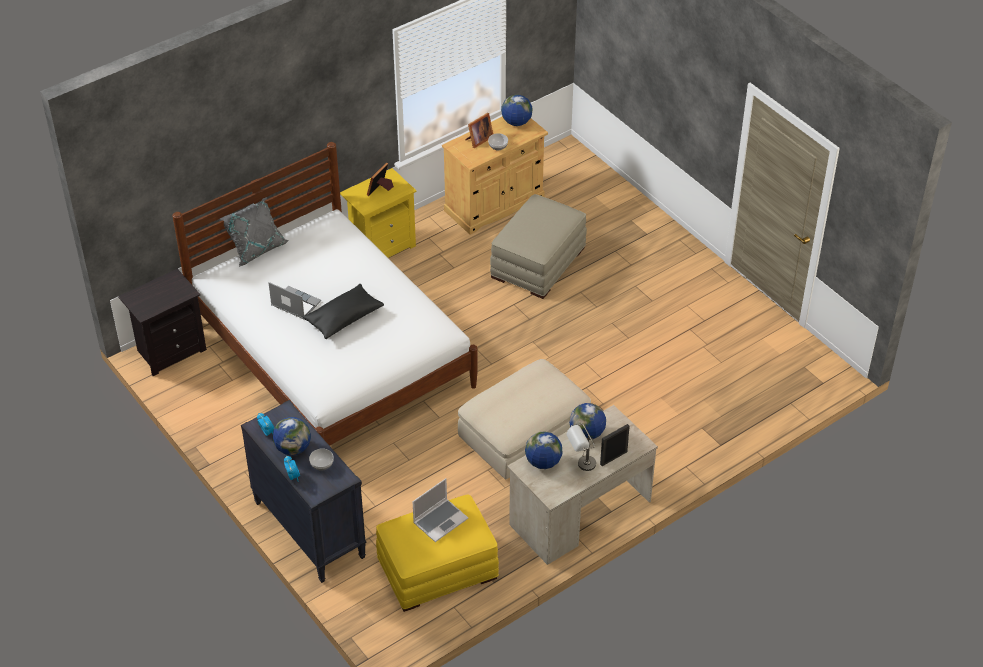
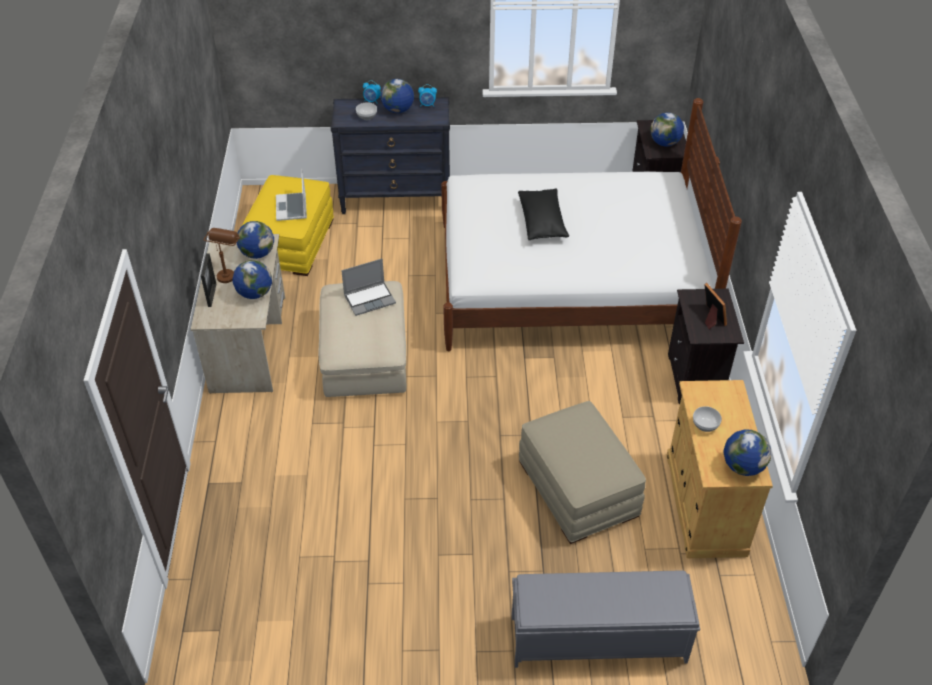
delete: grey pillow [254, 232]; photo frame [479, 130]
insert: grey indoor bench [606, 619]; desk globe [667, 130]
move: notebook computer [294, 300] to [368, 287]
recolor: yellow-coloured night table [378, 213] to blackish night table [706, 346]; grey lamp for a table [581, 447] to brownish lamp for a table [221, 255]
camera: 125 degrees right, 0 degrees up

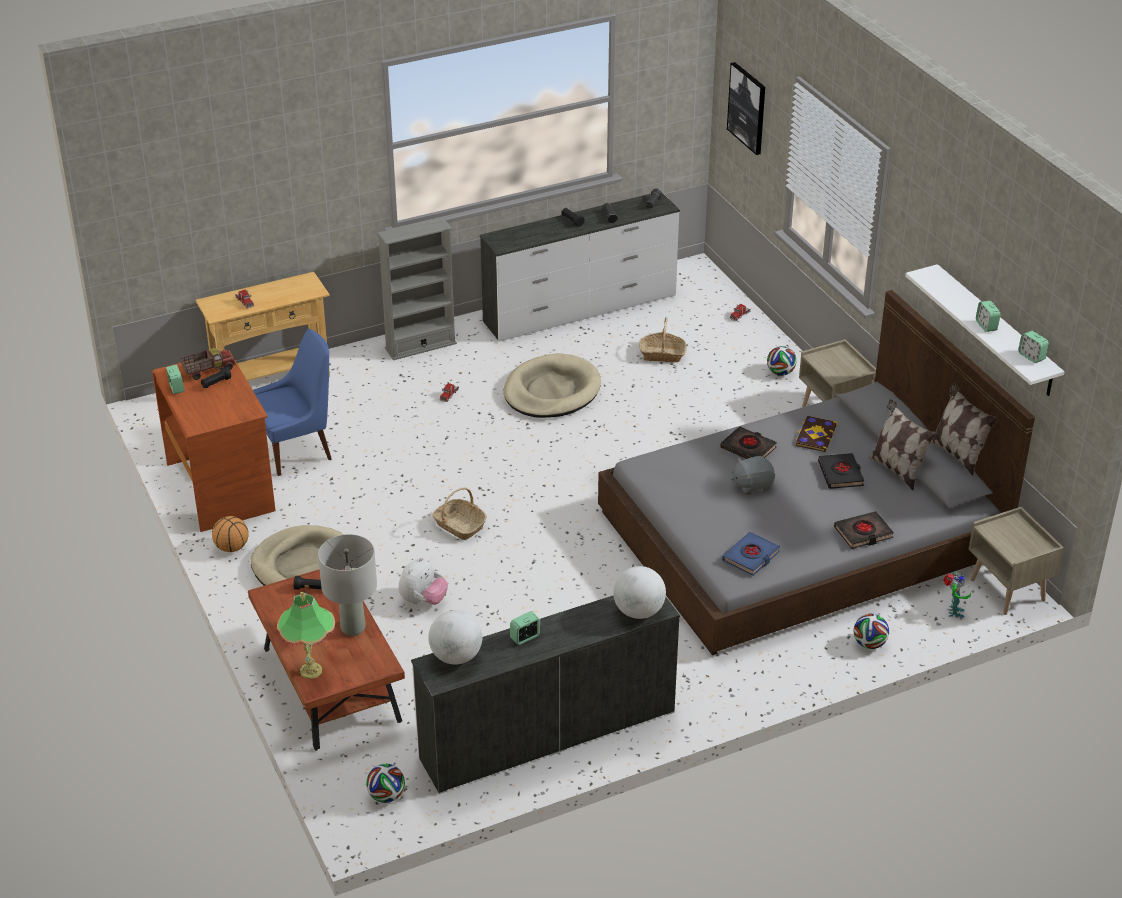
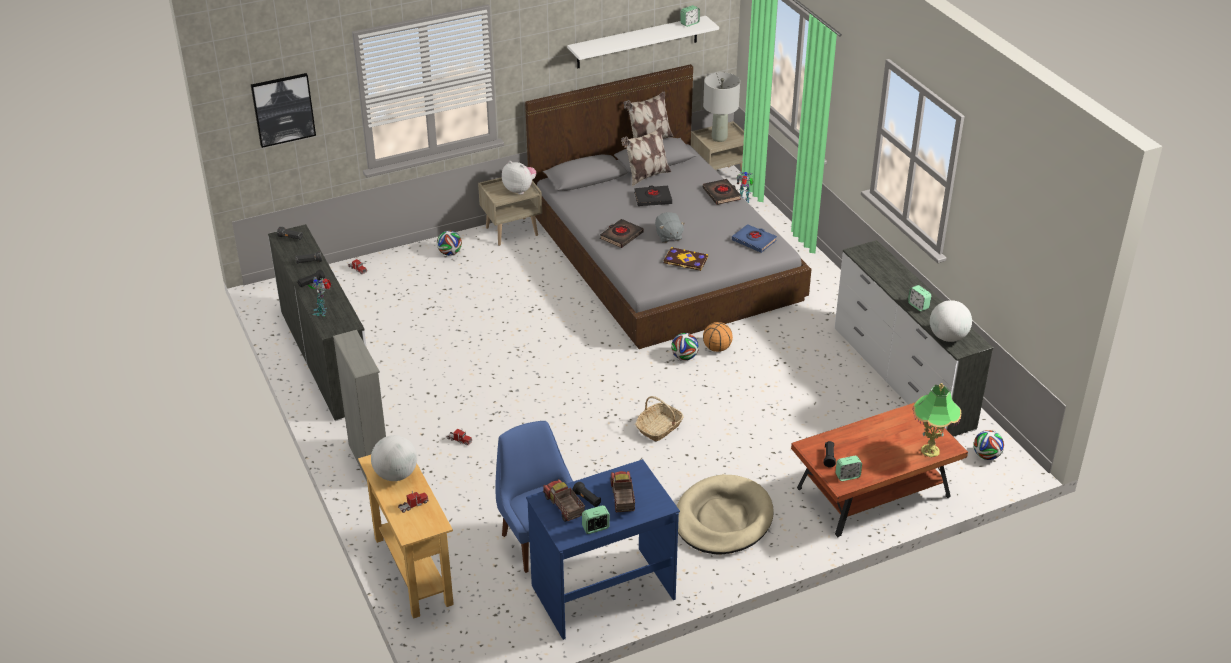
delete: beige pet bed [552, 386]; basket [663, 339]
insert: toy robot [319, 296]; toy lorry [622, 491]
move: basketball ball [230, 534] to [718, 337]; grey lamp for a table [347, 585] to [721, 107]; soft toy [423, 581] to [519, 178]; desk globe [639, 592] to [394, 458]; book [816, 434] to [685, 259]; football ball [871, 631] to [685, 346]; alarm clock [988, 316] to [849, 468]
recolor: brownish desk unit [214, 441] to blue-coloured desk unit [603, 549]
camera: 90 degrees left, 0 degrees up

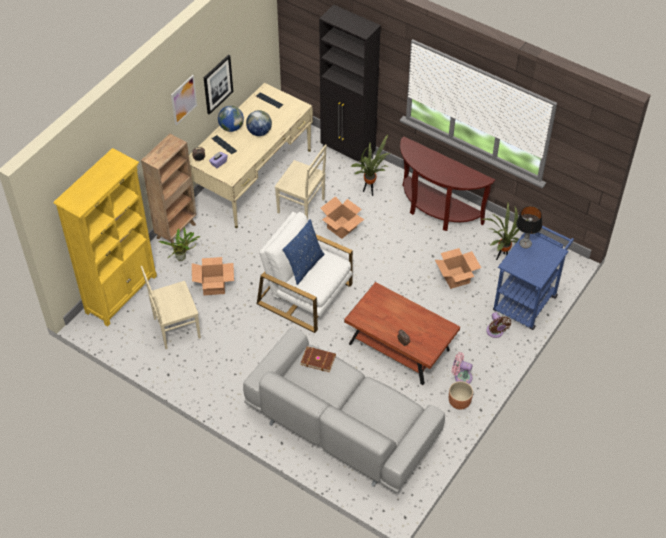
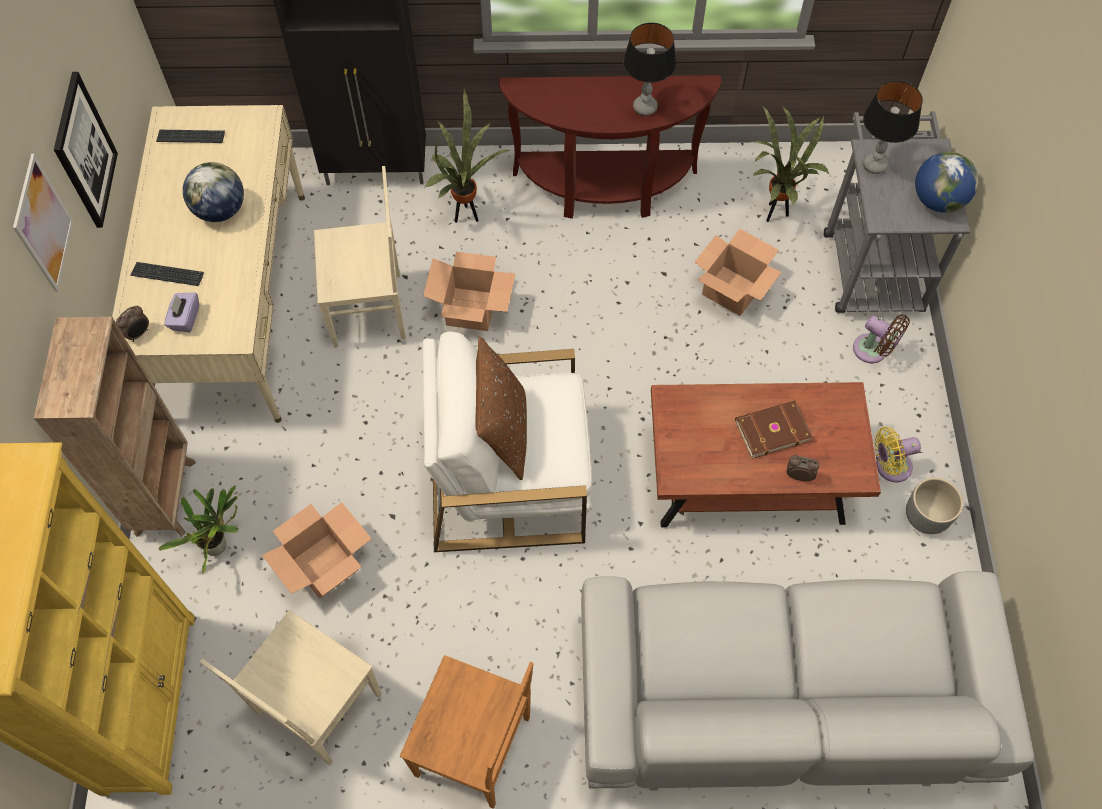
insert: brownish chair [467, 732]; lamp for a table [649, 69]
move: desk globe [231, 119] to [946, 182]; brownish book [318, 359] to [774, 429]
recolor: blue-coloured pillow [304, 252] to brownish pillow [501, 408]; brownish flower pot [461, 395] to grey flower pot [934, 506]; pinkish fan [462, 368] to yellow-coloured fan [898, 455]; blue-coloured wheeled cart [533, 278] to grey wheeled cart [897, 212]
camera: 35 degrees left, 10 degrees up

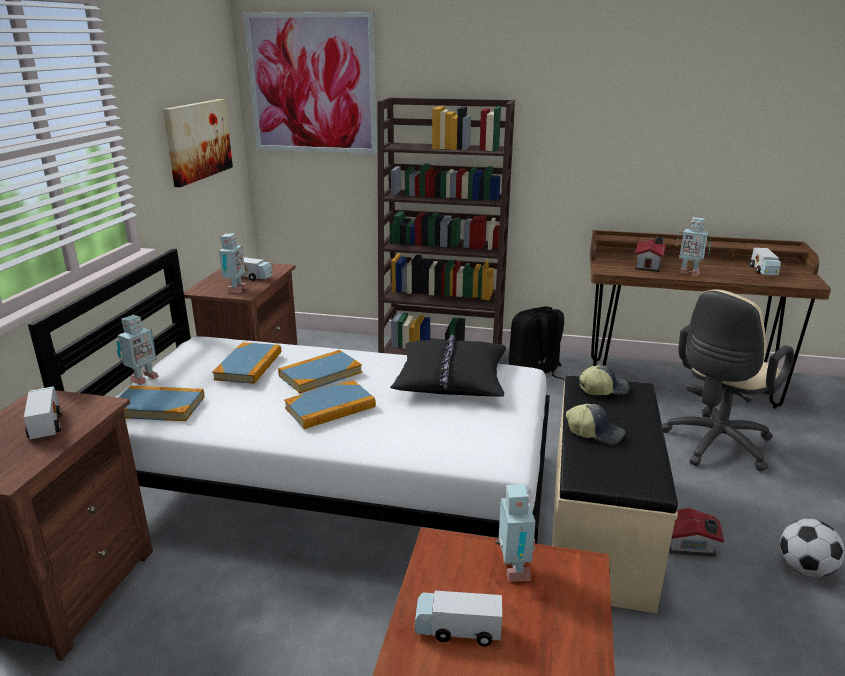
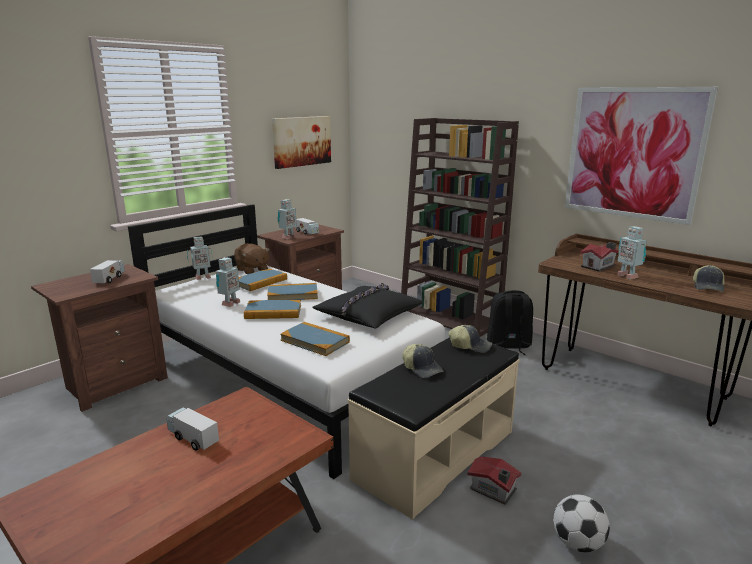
delete: beige office chair [728, 380]
insert: brownish soft toy [251, 258]
move: book [161, 403] to [315, 339]; wall art [310, 83] to [641, 156]; toy robot [515, 533] to [228, 282]
replace: toy lorry [765, 262] to cap [709, 278]
camera: 30 degrees right, 5 degrees down

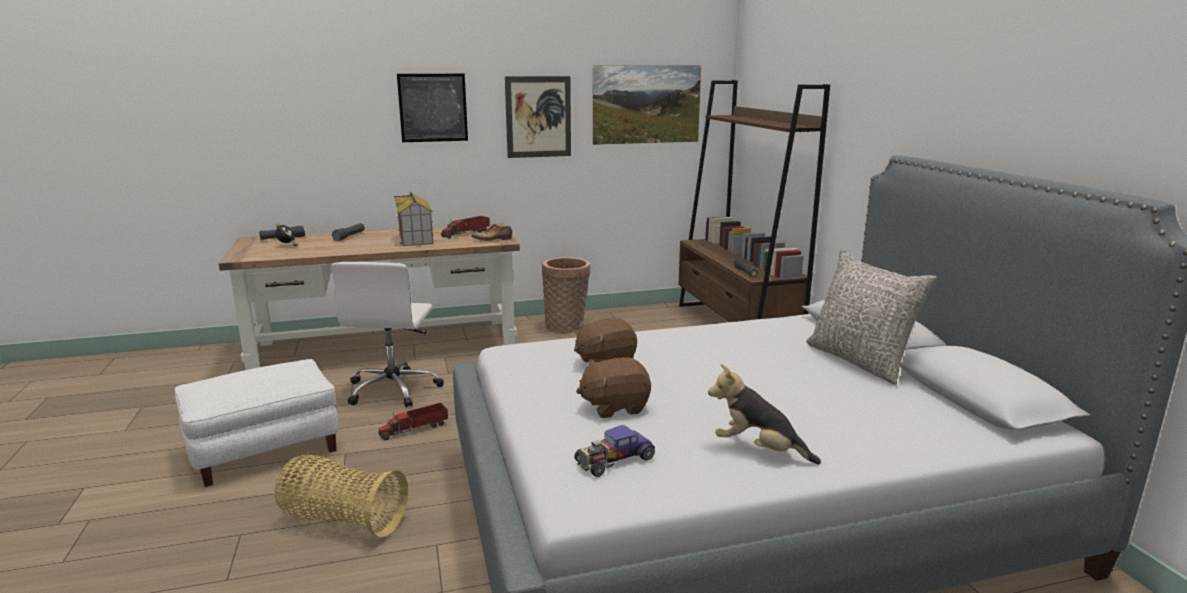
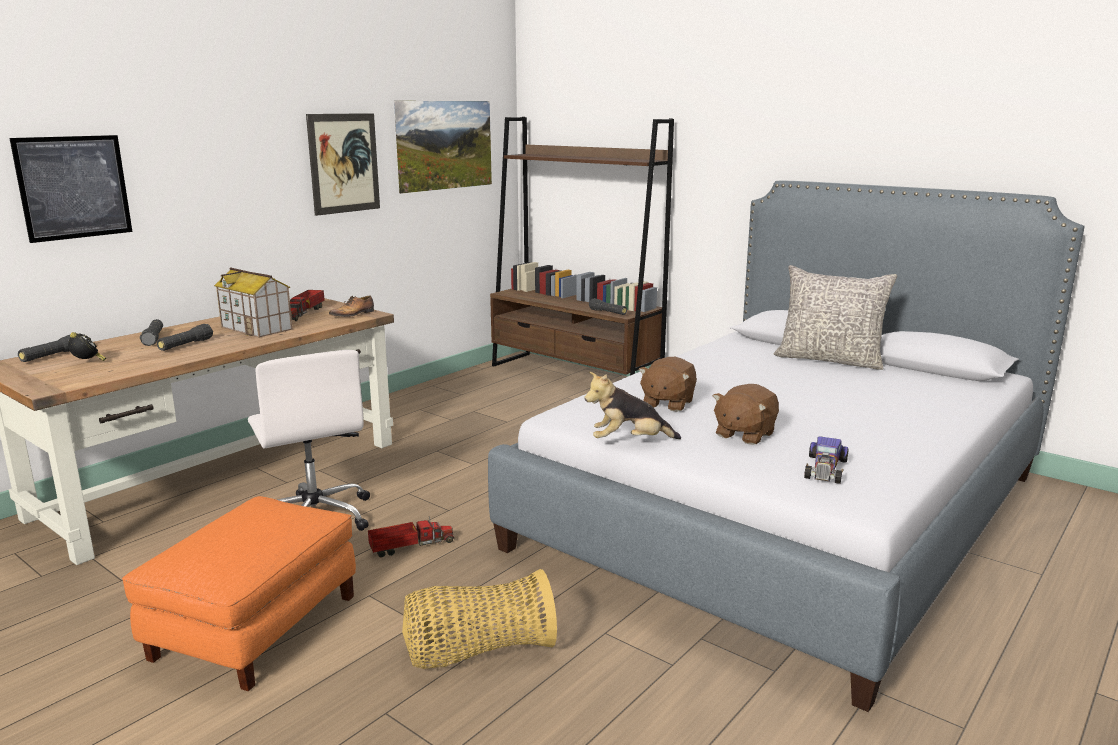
delete: basket [566, 295]
insert: blackish flashlight [185, 337]
move: wall art [432, 108] to [70, 189]; soft toy [764, 414] to [633, 405]
recolor: white-coloured ottoman [256, 423] to orange-coloured ottoman [239, 593]
rotate: toy lorry [413, 421] = [411, 537] 135 degrees counterclockwise
camera: 35 degrees left, 0 degrees up

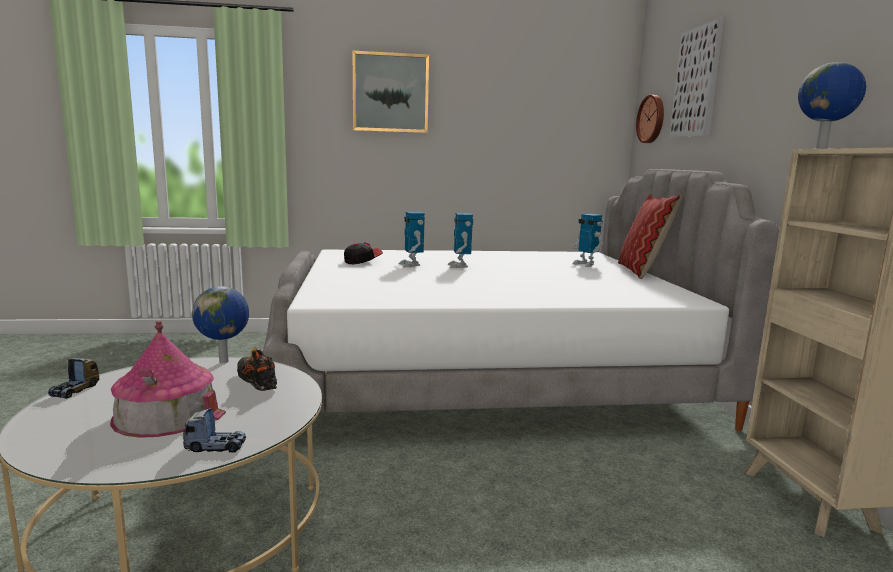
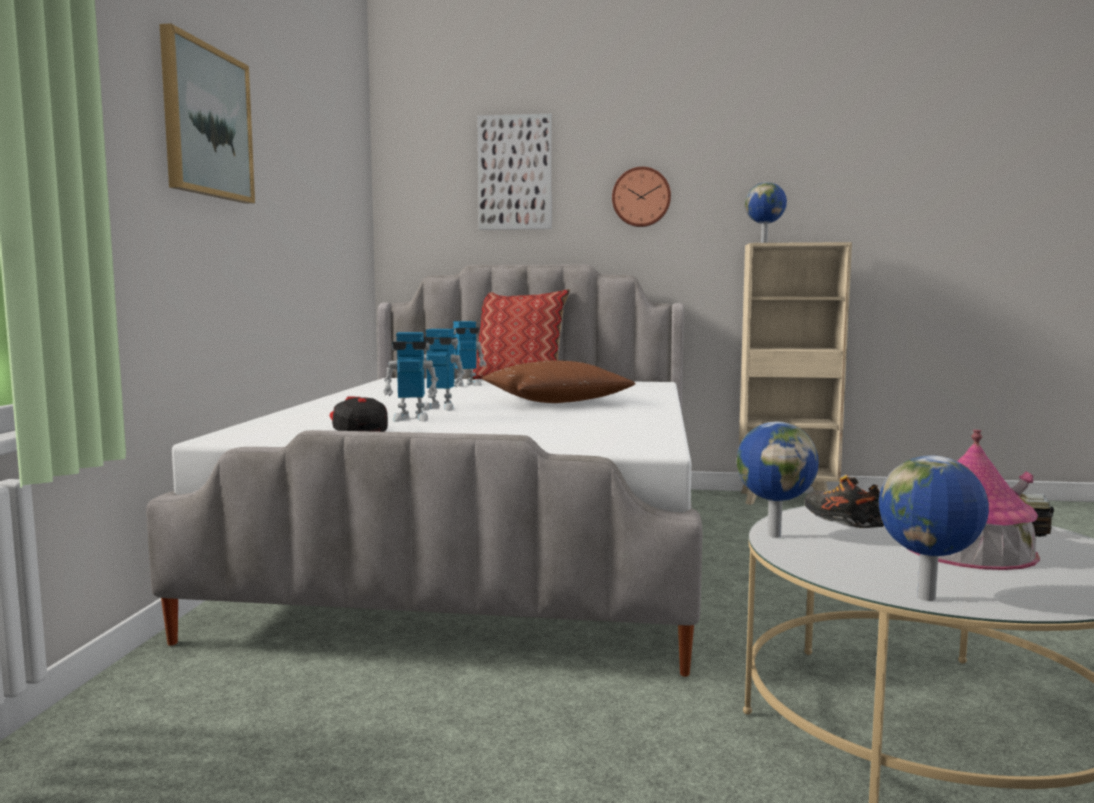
insert: brownish pillow [559, 381]
move: wall clock [650, 119] to [641, 197]
replace: toy lorry [73, 378] to desk globe [934, 528]
rotate: low shoe [257, 369] = [844, 501] 90 degrees clockwise
camera: 75 degrees left, 5 degrees down

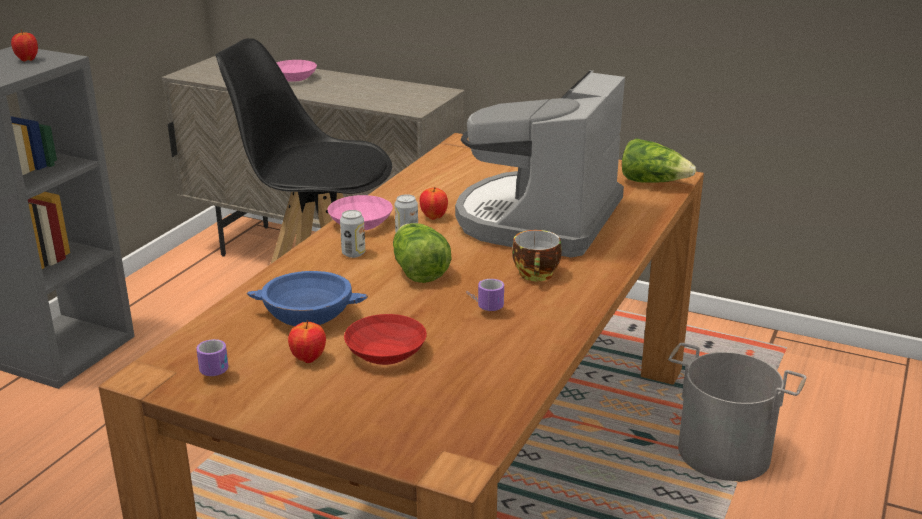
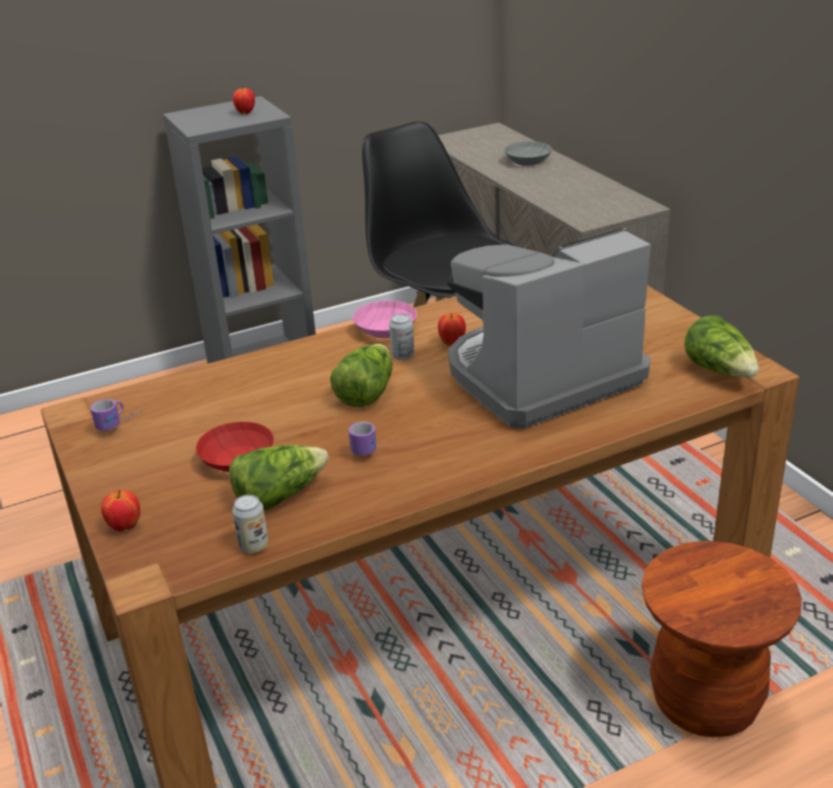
delete: blue-coloured serving bowl [307, 298]; drinking cup [537, 255]
insert: head of lettuce [279, 477]
move: apple [307, 341] to [120, 510]; sealed can [352, 234] to [250, 524]
replace: grey bucket [737, 412] to brownish sitting stool [722, 639]
recolor: pinkish serving bowl [296, 71] to grey serving bowl [528, 153]
camera: 40 degrees right, 5 degrees up

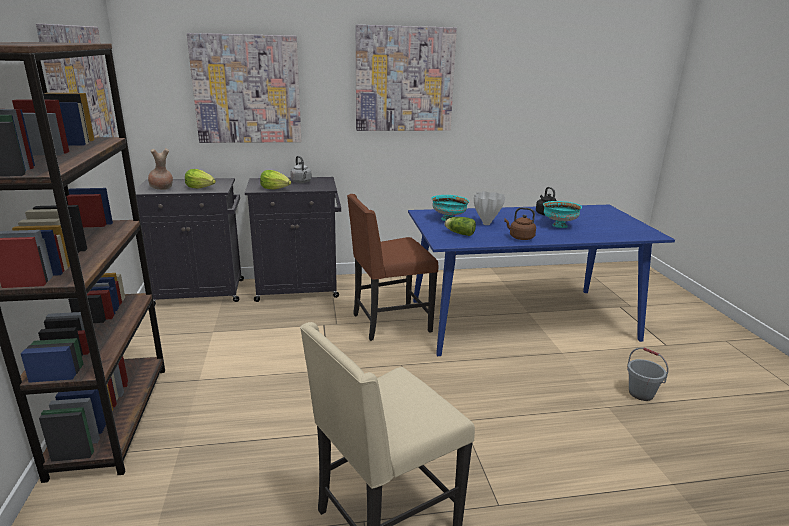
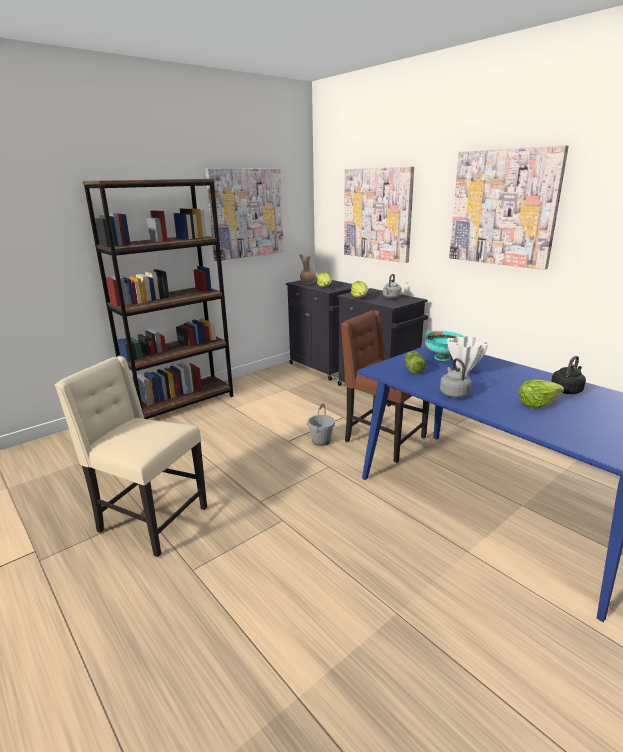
move: grey bucket [647, 374] to [321, 424]
replace: turquoise-coloured serving bowl [562, 214] to head of lettuce [541, 394]
recolor: brownish water kettle [520, 223] to grey water kettle [456, 378]
camera: 60 degrees right, 0 degrees up

